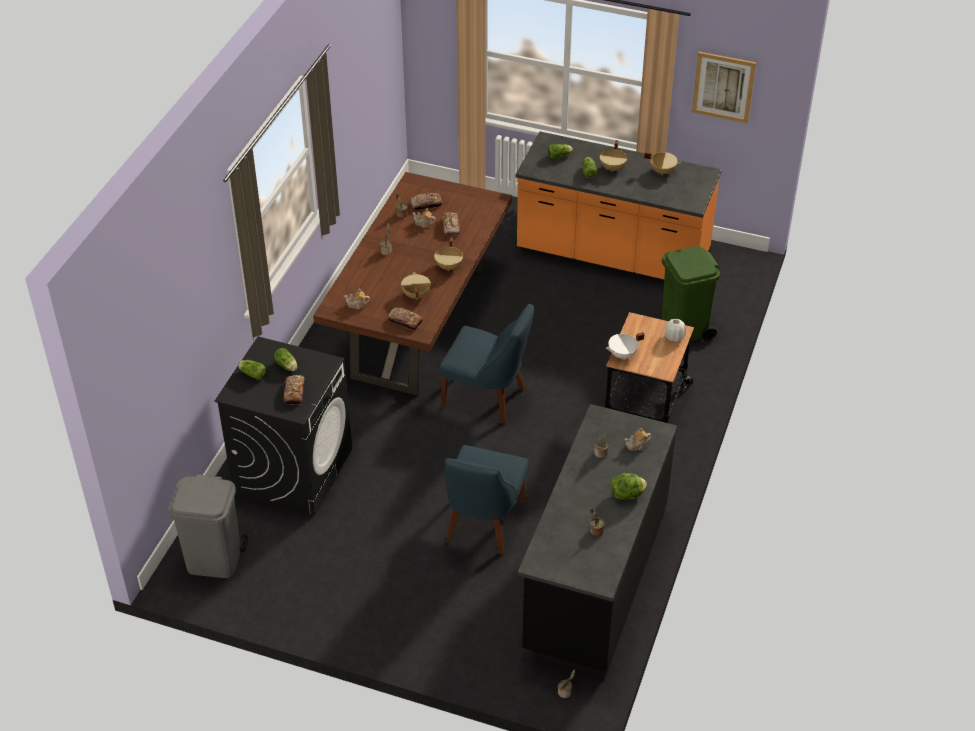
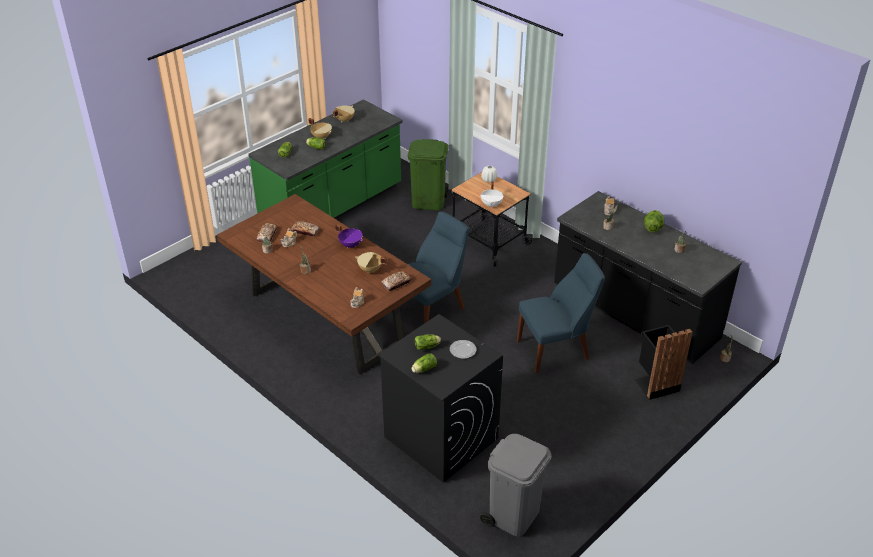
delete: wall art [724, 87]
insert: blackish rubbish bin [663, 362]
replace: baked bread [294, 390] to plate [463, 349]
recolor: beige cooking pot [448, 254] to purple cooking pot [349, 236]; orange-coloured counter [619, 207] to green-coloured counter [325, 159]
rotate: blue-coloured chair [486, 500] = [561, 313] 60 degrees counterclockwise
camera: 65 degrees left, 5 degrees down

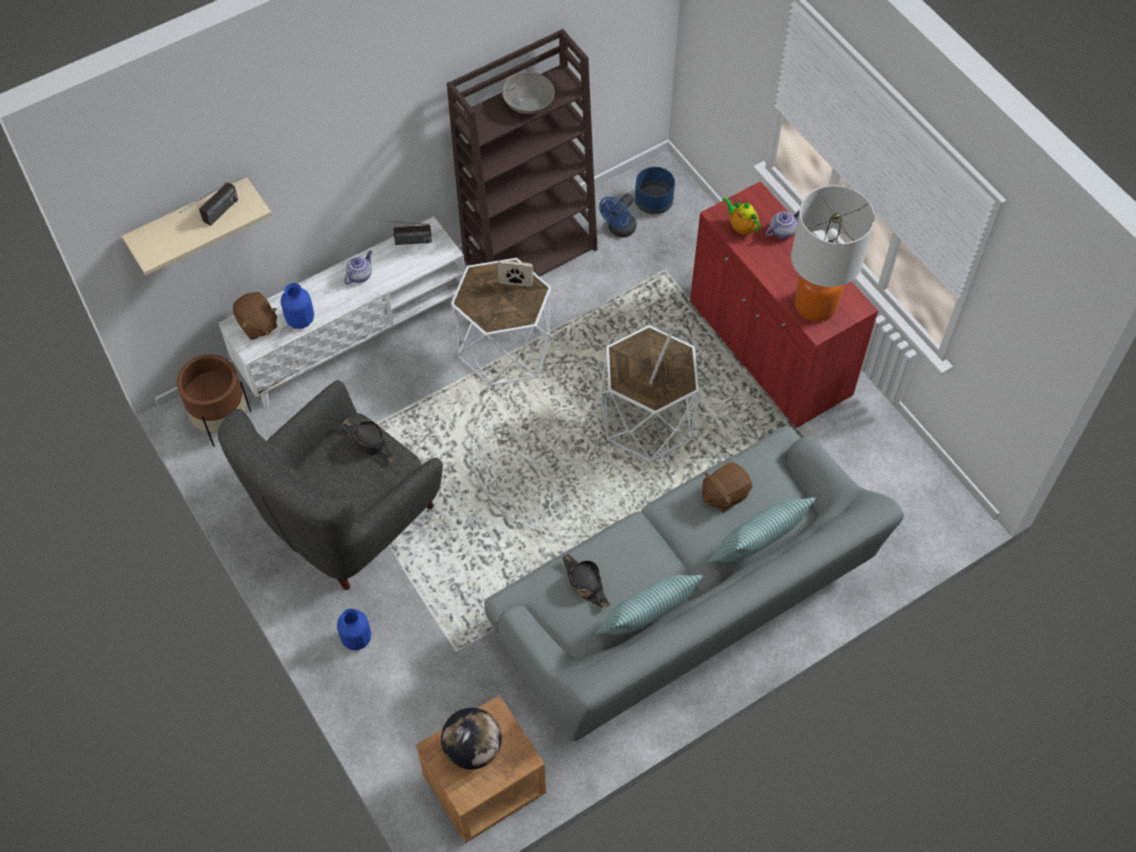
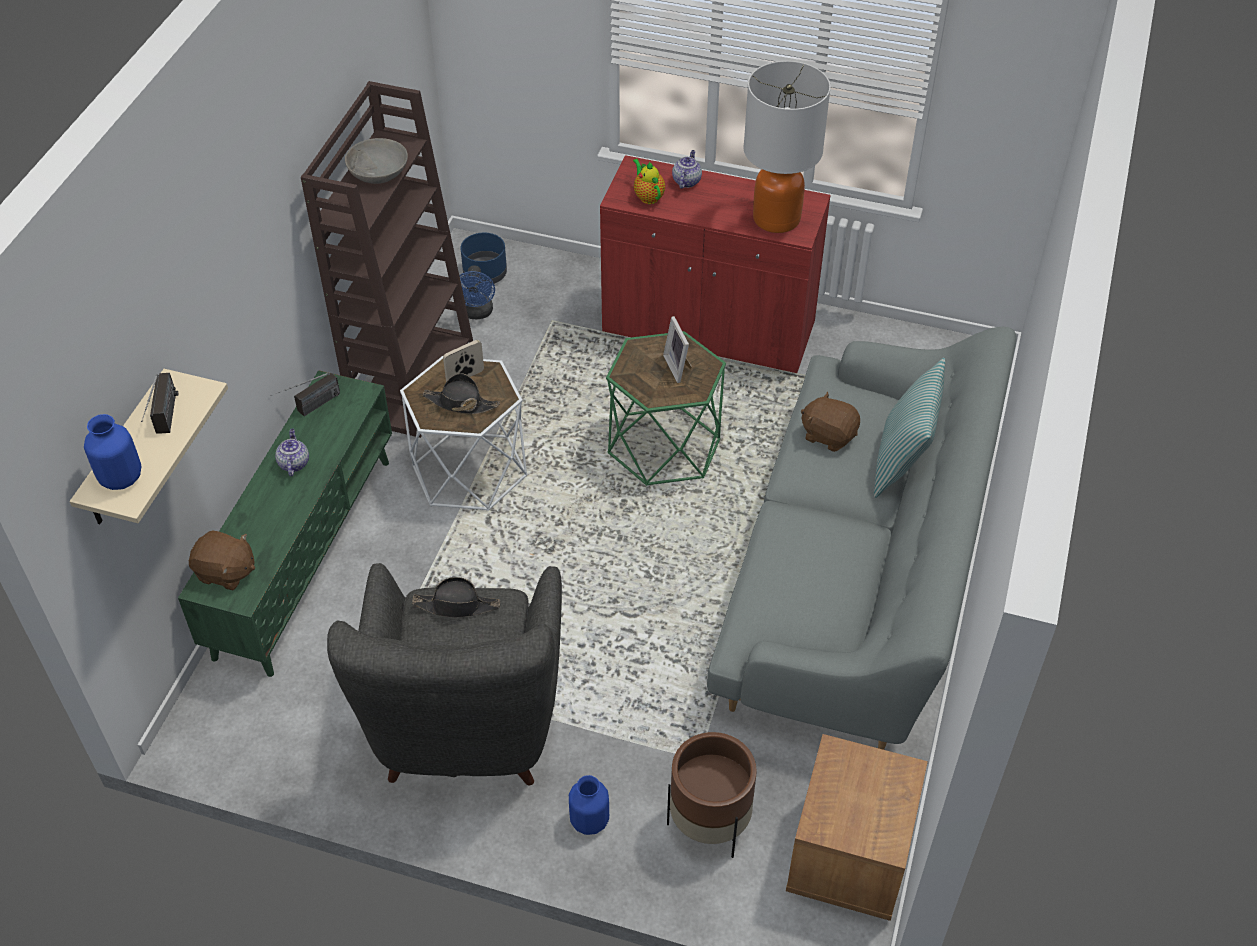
delete: desk globe [471, 739]; pillow [649, 605]
move: brownish flower pot [214, 400] to [712, 795]; blue-coloured vase [297, 306] to [112, 452]; blackish hat [586, 581] to [461, 393]
recolor: white-coloured media console [342, 311] to green-coloured media console [285, 523]; white-coloured end table [650, 393] to green-coloured end table [666, 408]
rotate: brownish soft toy [727, 487] = [830, 421] 105 degrees clockwise; tea pot [741, 215] = [649, 181] 60 degrees clockwise
camera: 40 degrees left, 10 degrees down

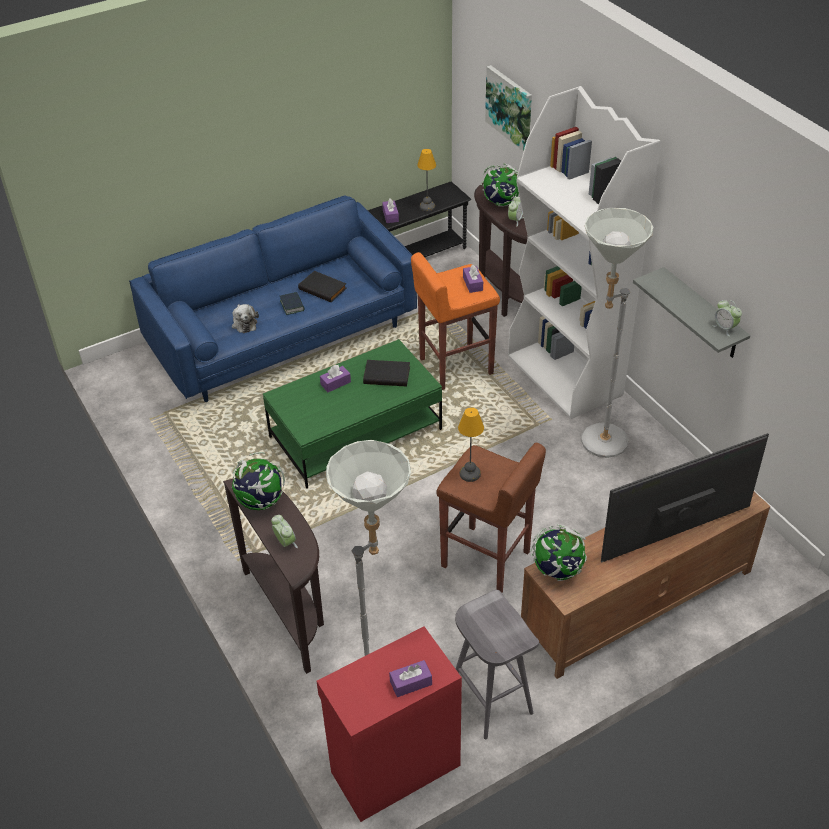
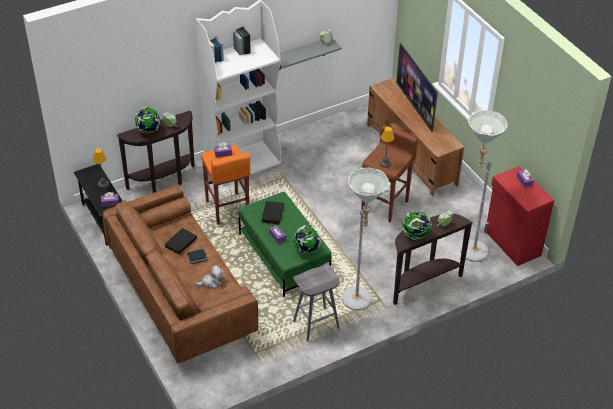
delete: wall art [508, 108]
move: grey sitting stool [497, 664] to [316, 303]; desk globe [559, 552] to [307, 239]; grey floor lamp [617, 333] to [365, 238]
recolor: blue-coloured settee [273, 299] to brownish settee [180, 274]
camera: 90 degrees left, 0 degrees up

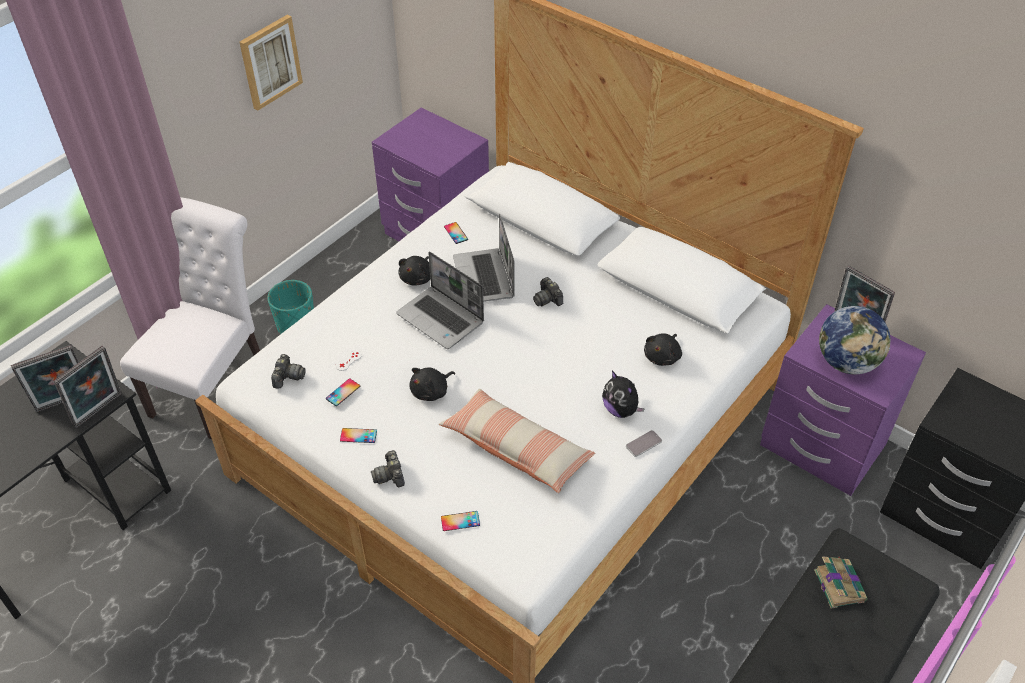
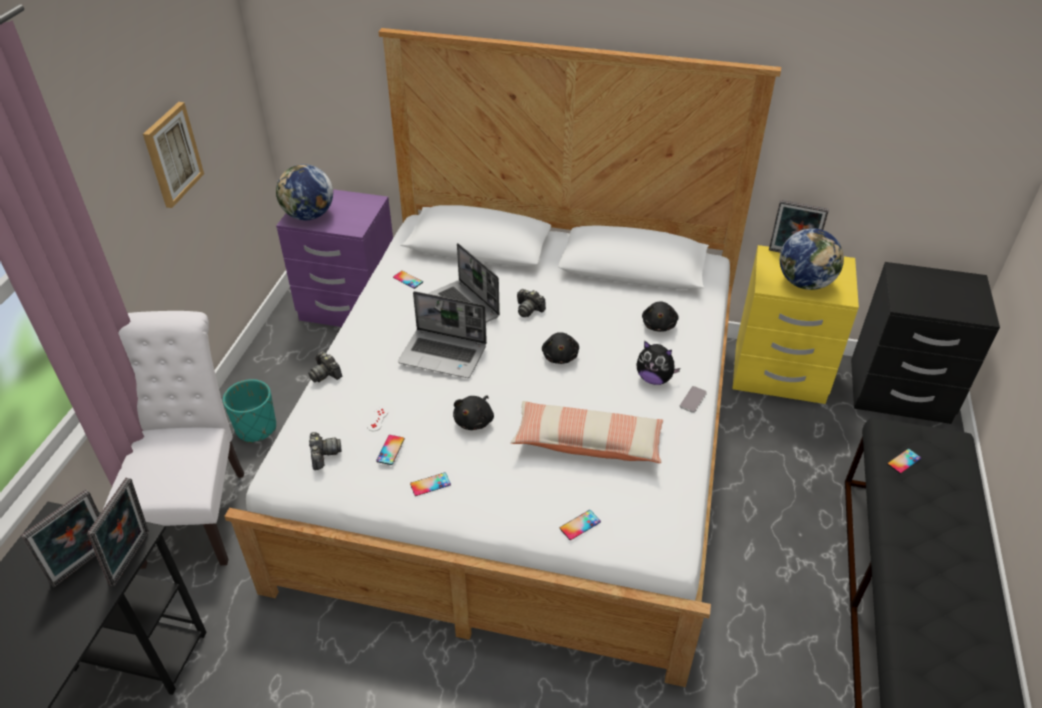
insert: desk globe [304, 192]
move: still camera [388, 468] to [325, 366]; blackish soft toy [414, 271] to [560, 348]
replace: book [841, 582] to phone [904, 461]
recolor: purple night table [843, 400] to yellow-coloured night table [795, 324]
camera: 25 degrees left, 5 degrees down

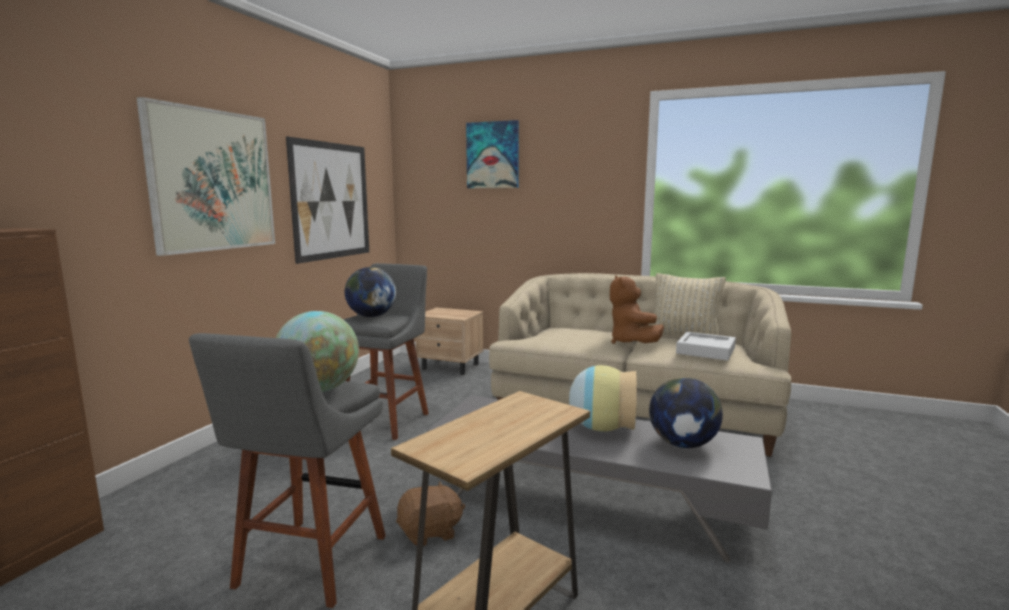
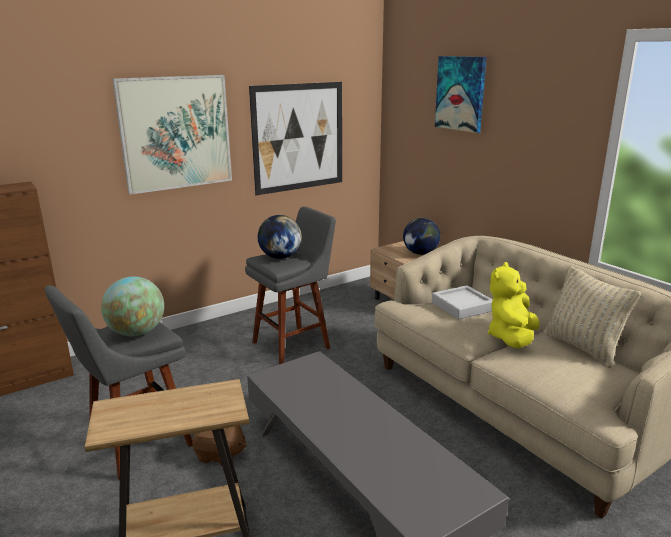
delete: vase [603, 398]
move: desk globe [686, 412] to [421, 236]; grey serving tray [706, 346] to [462, 302]
recolor: brownish soft toy [637, 309] to yellow-coloured soft toy [514, 305]
camera: 35 degrees right, 10 degrees up

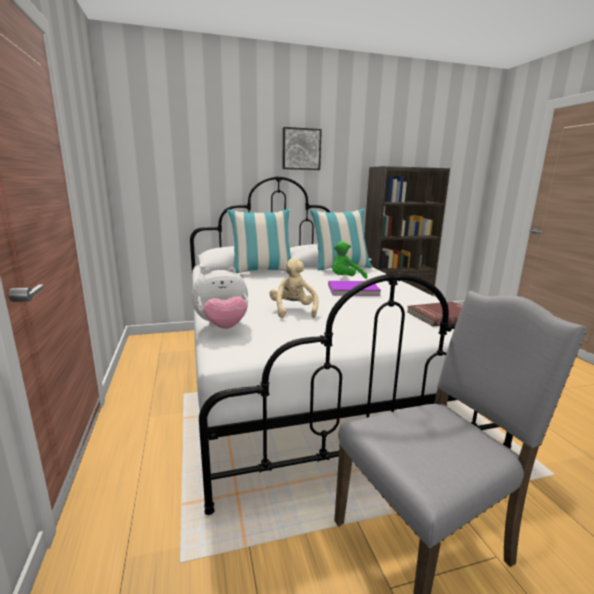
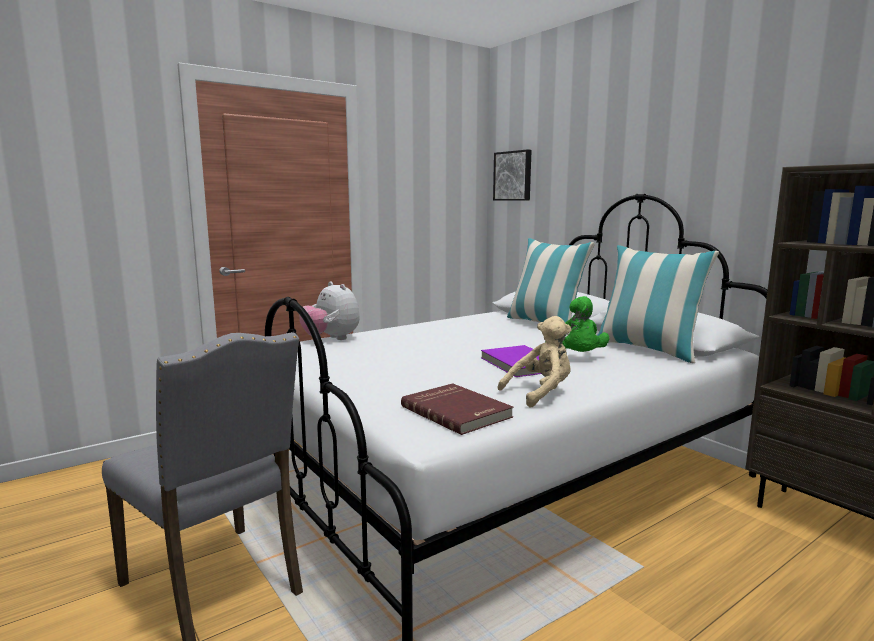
move: beige soft toy [294, 288] to [535, 362]; wall art [302, 148] to [512, 175]
rotate: green-coloured soft toy [349, 260] = [577, 324] 135 degrees counterclockwise
camera: 70 degrees right, 5 degrees down

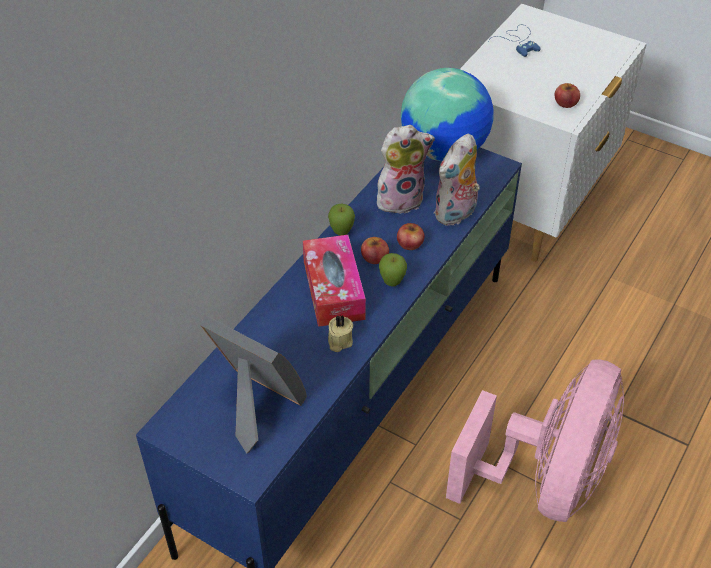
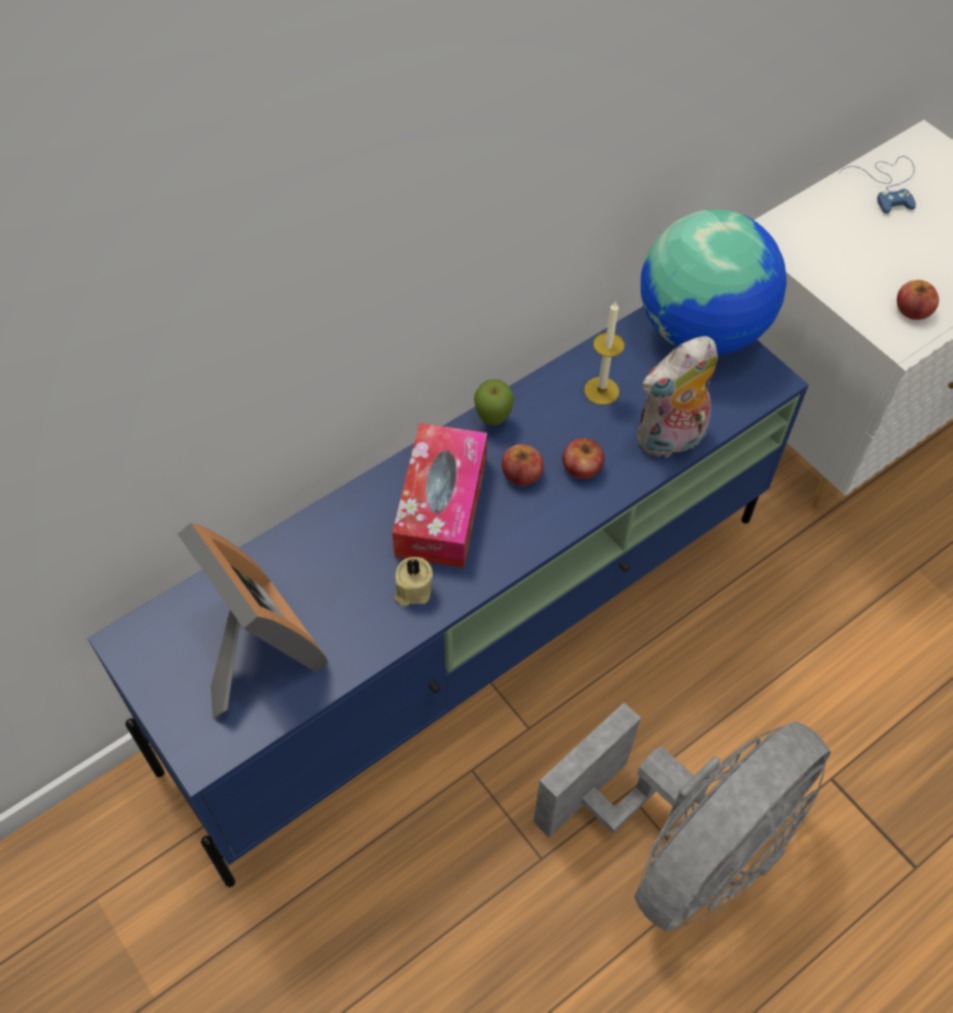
delete: apple [393, 270]
replace: soft toy [406, 170] to wax candle [604, 353]
recolor: pinkish fan [535, 440] to grey fan [682, 817]
camera: 20 degrees right, 10 degrees up

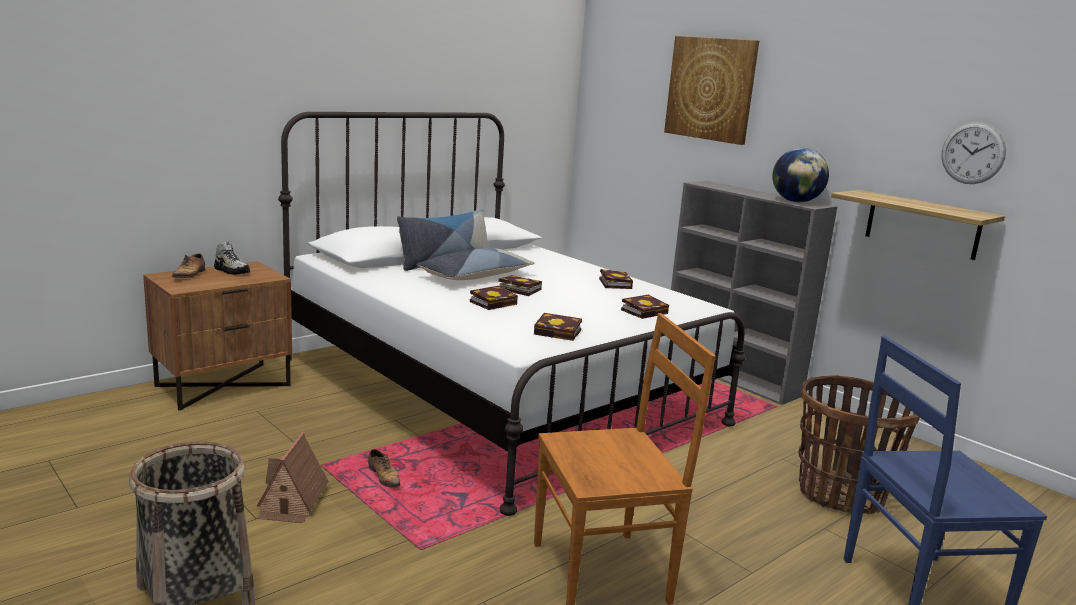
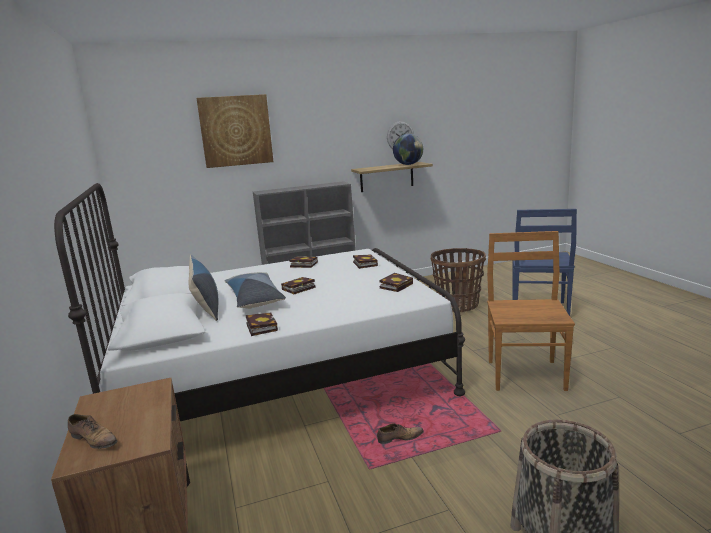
delete: low shoe [232, 258]; model house [292, 477]
move: book [494, 298] to [262, 324]; desk globe [800, 175] to [408, 149]
camera: 65 degrees left, 0 degrees up

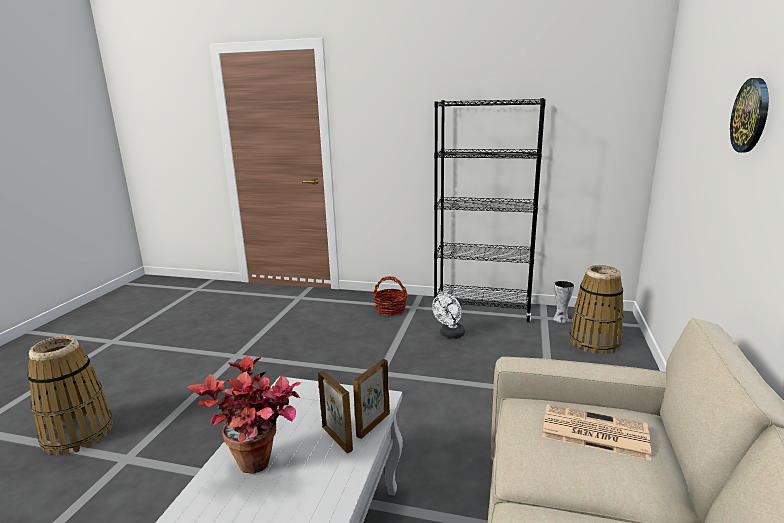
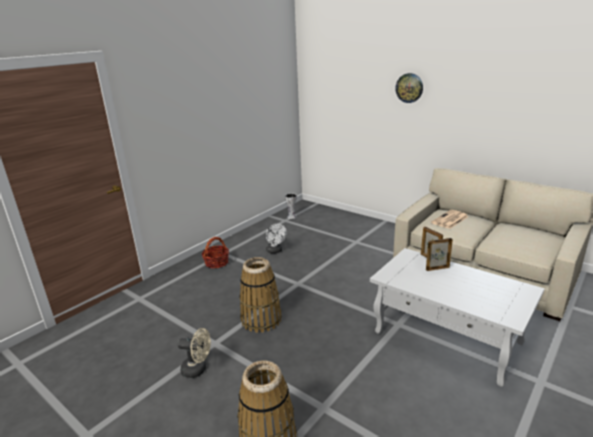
delete: houseplant [244, 415]; blackish bookshelf [489, 210]
insert: beige fan [194, 353]
move: basket [596, 309] to [260, 295]
camera: 65 degrees left, 5 degrees up

